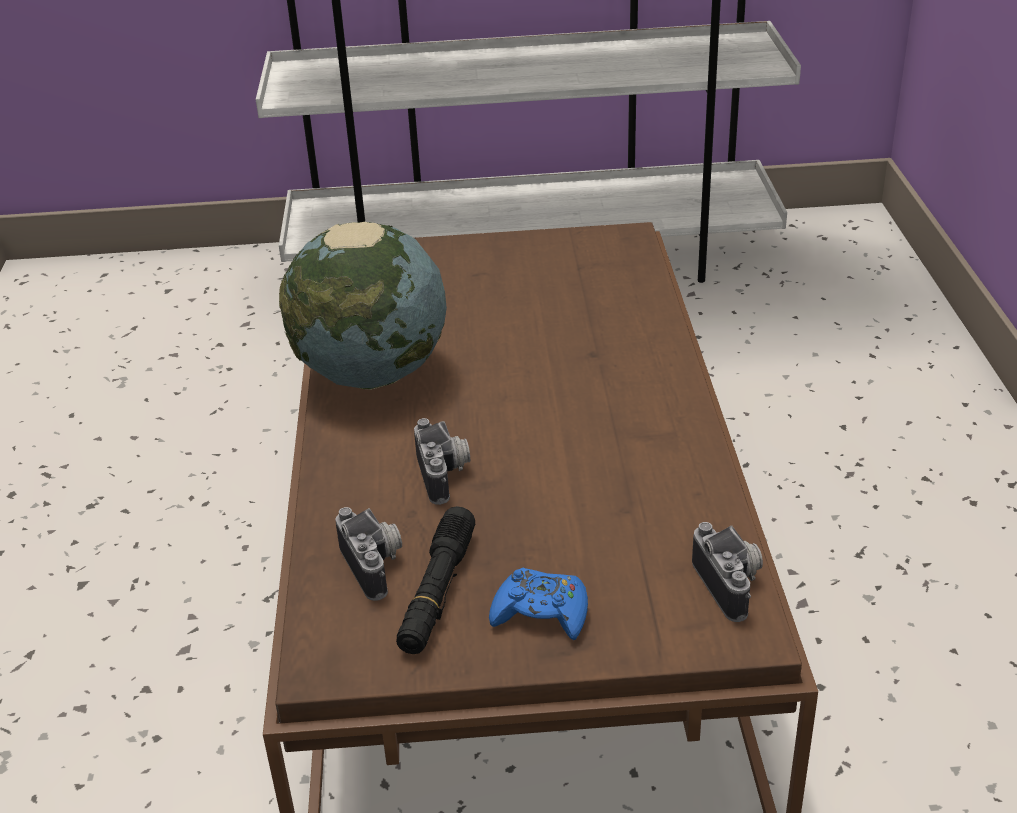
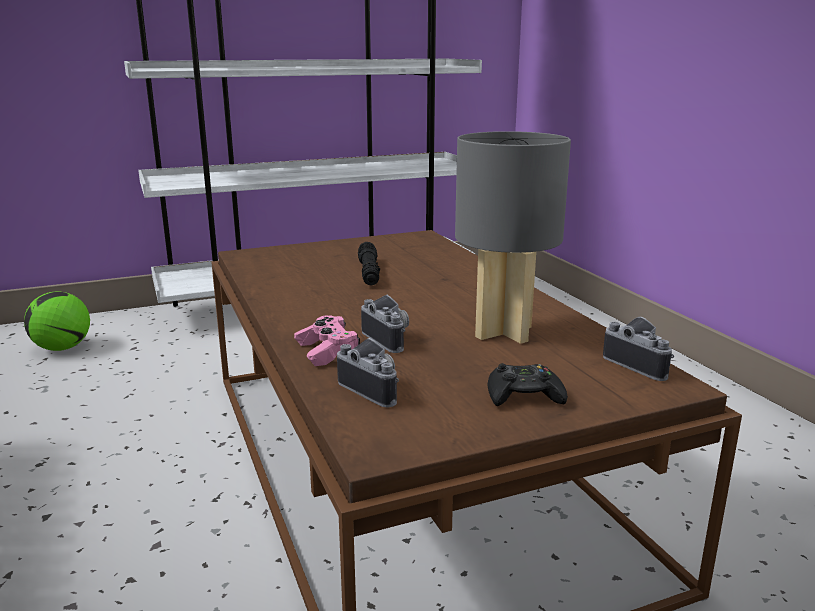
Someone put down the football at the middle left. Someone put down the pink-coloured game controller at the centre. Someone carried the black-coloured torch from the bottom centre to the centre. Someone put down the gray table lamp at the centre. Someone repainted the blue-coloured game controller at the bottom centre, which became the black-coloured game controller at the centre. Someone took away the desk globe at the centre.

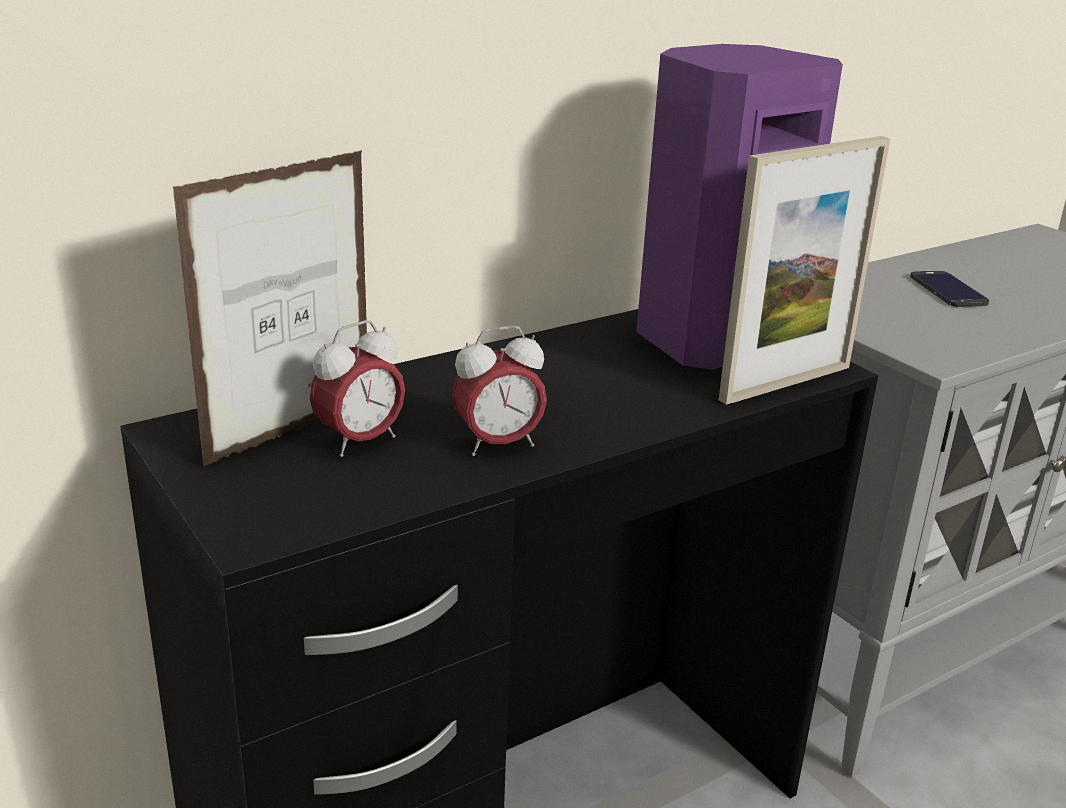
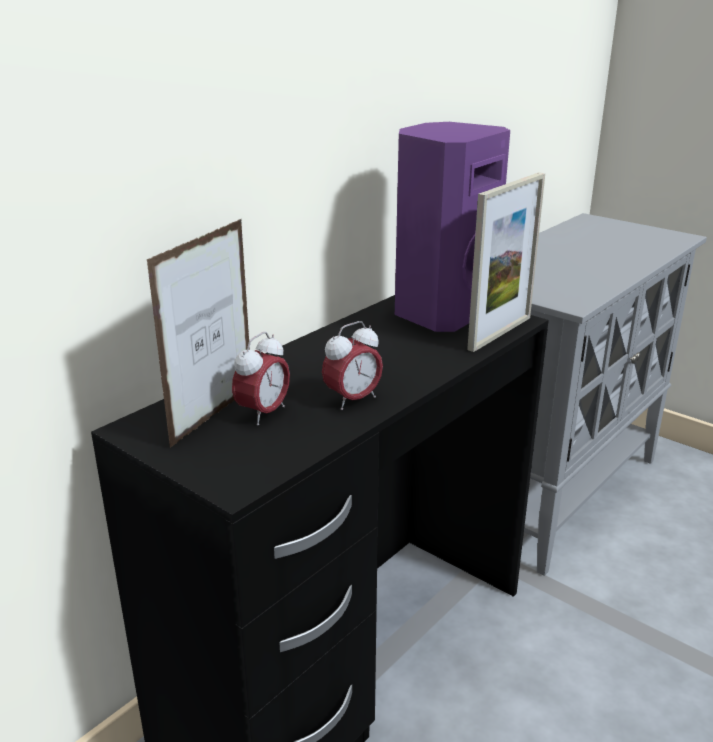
Someone took away the handset at the middle right.

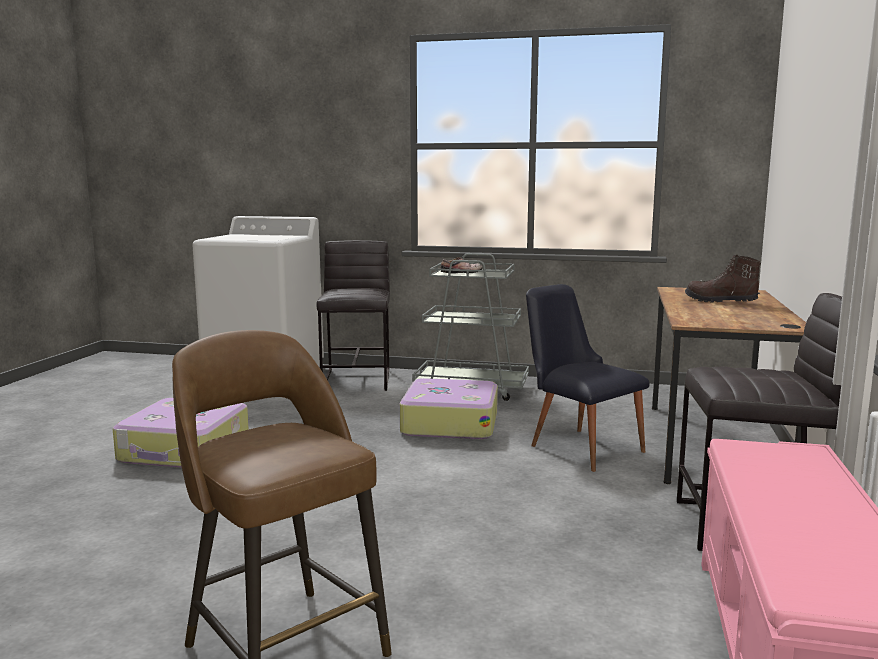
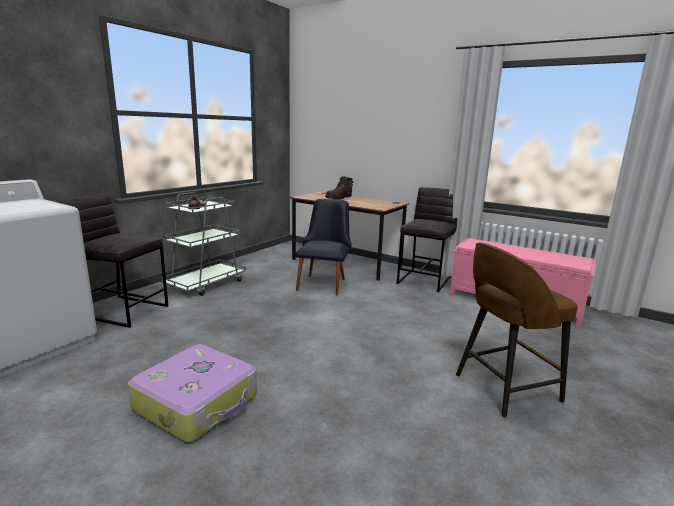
Someone rotated the black-coloured plain chair at the middle right by 120 degrees clockwise. Someone took away the travel case (2nd from left) at the centre.

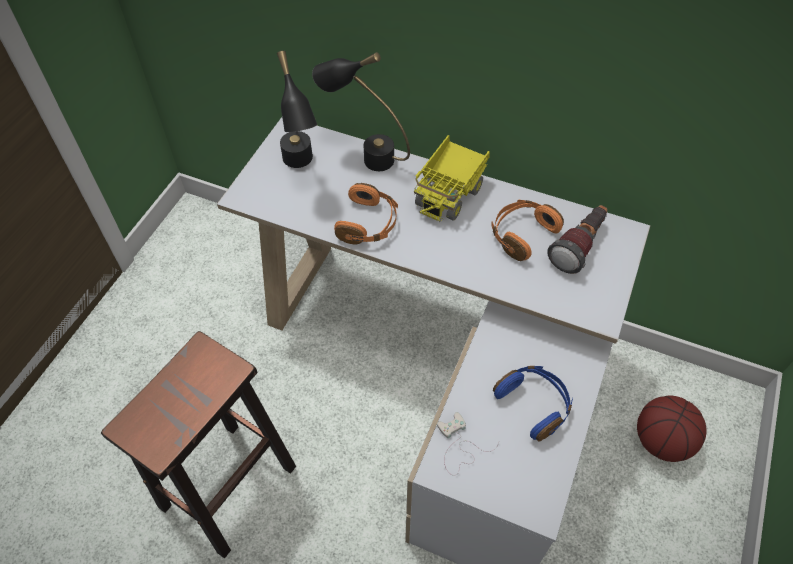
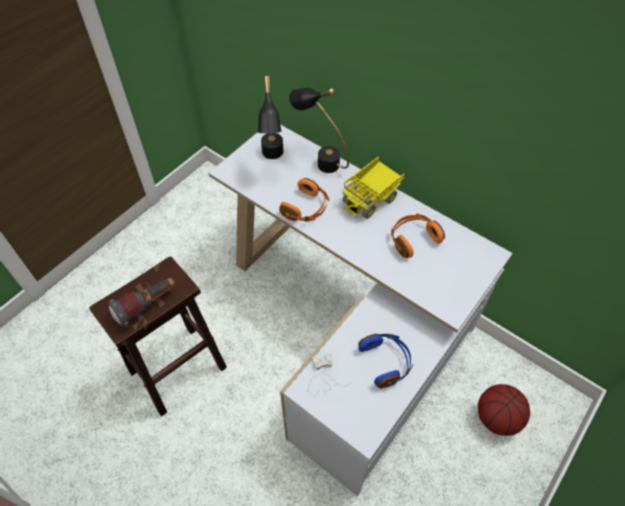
Someone carried the torch from the middle right to the middle left.

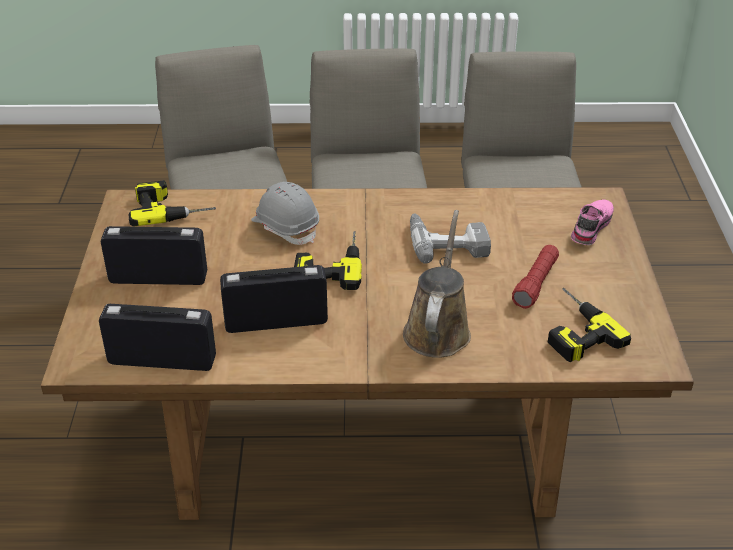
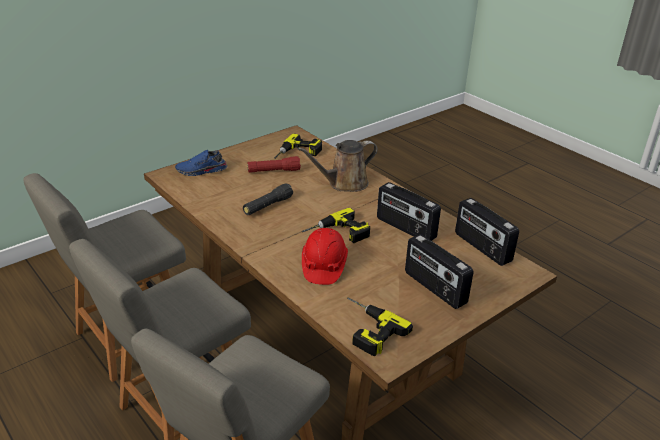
Someone repainted the pink-coloured shoe at the middle right, which became the blue-coloured shoe at the middle left. Someone swapped the electric drill (3rd from left) at the centre for the black-coloured torch at the centre. Someone repainted the gray work helmet at the centre, which became the red work helmet at the centre.

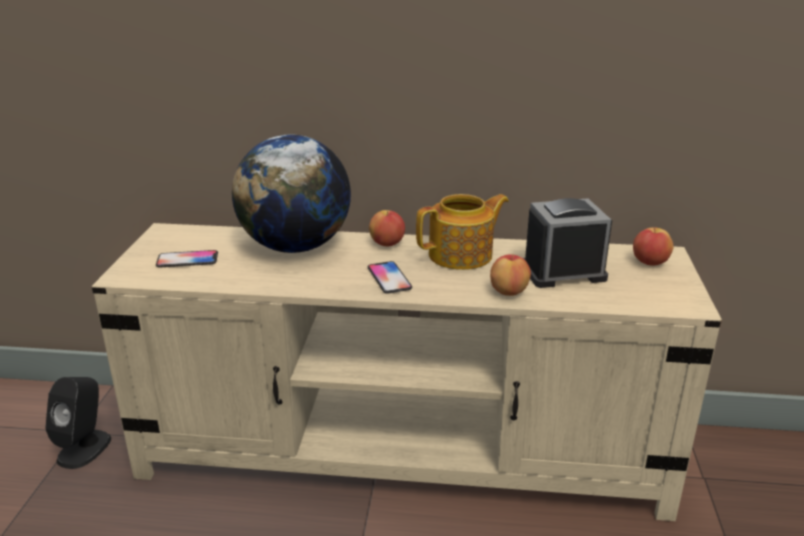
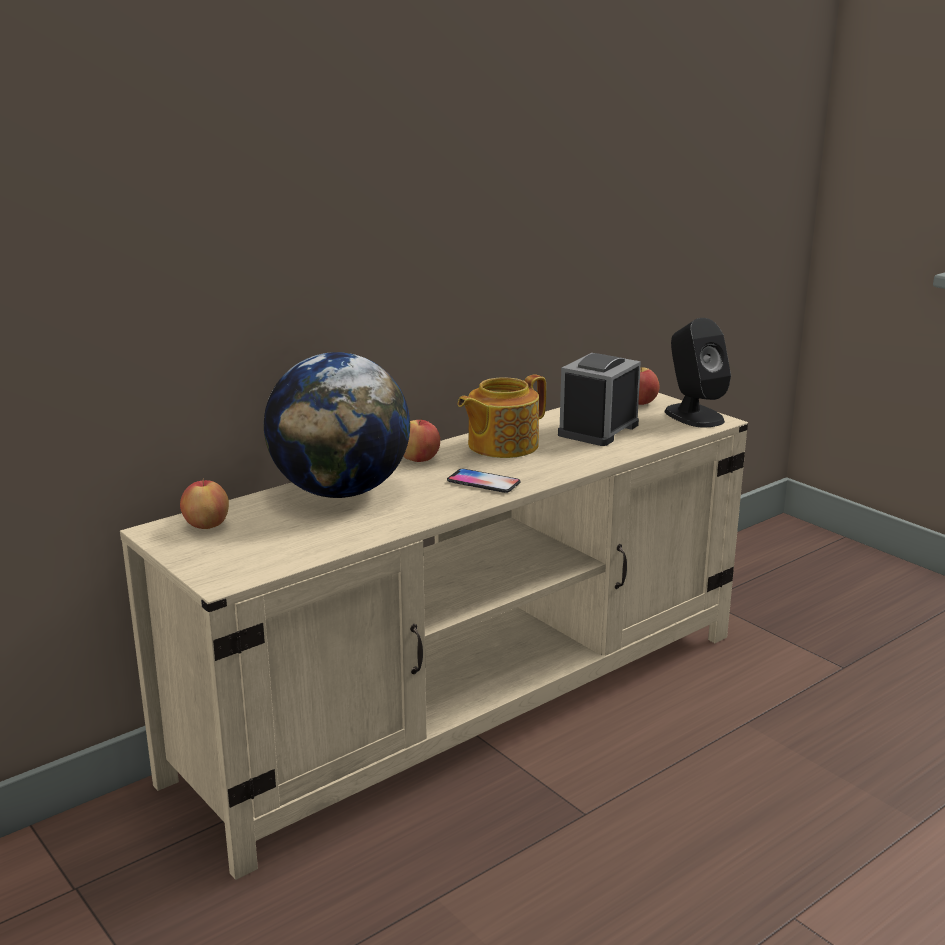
Someone carried the apple (2nd from left in the first image) from the centre to the middle left. Someone rotated the tea pot at the centre by 150 degrees counterclockwise. Someone carried the black-coloured speaker from the bottom left to the middle right. Someone took away the handset (1st from left) at the middle left.

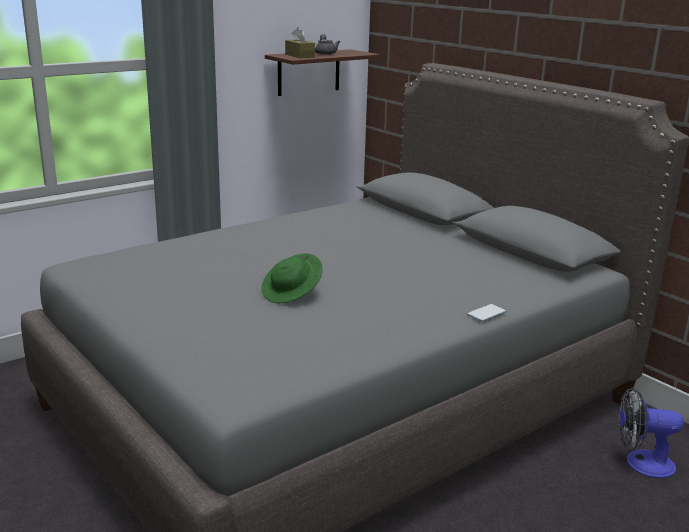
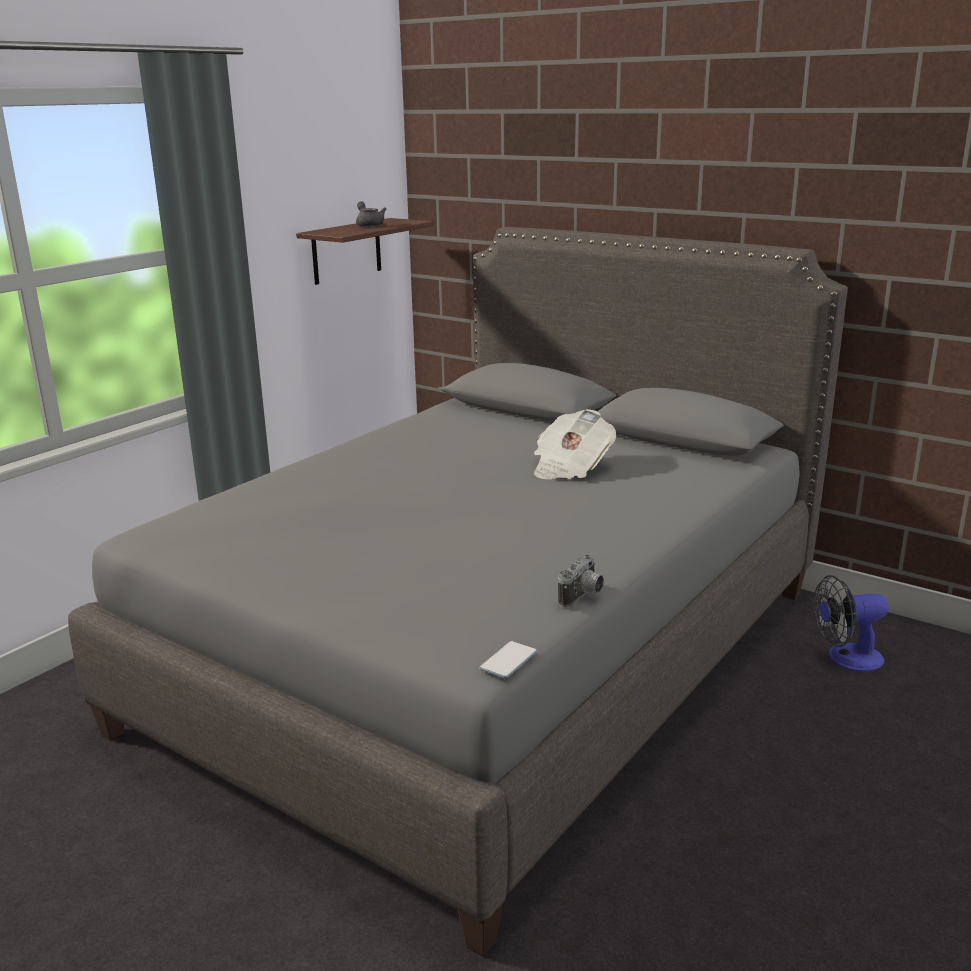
Someone carried the handset from the middle right to the bottom centre. Someone put down the newspaper at the centre. Someone put down the still camera at the centre. Someone took away the green-coloured hat at the centre. Someone took away the brown-coloured tissue holder at the top centre.

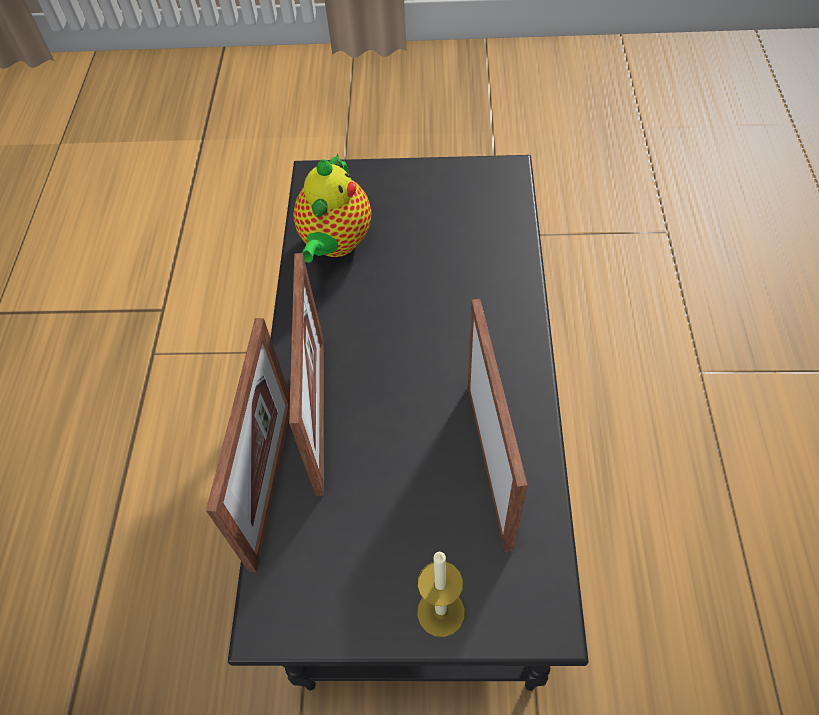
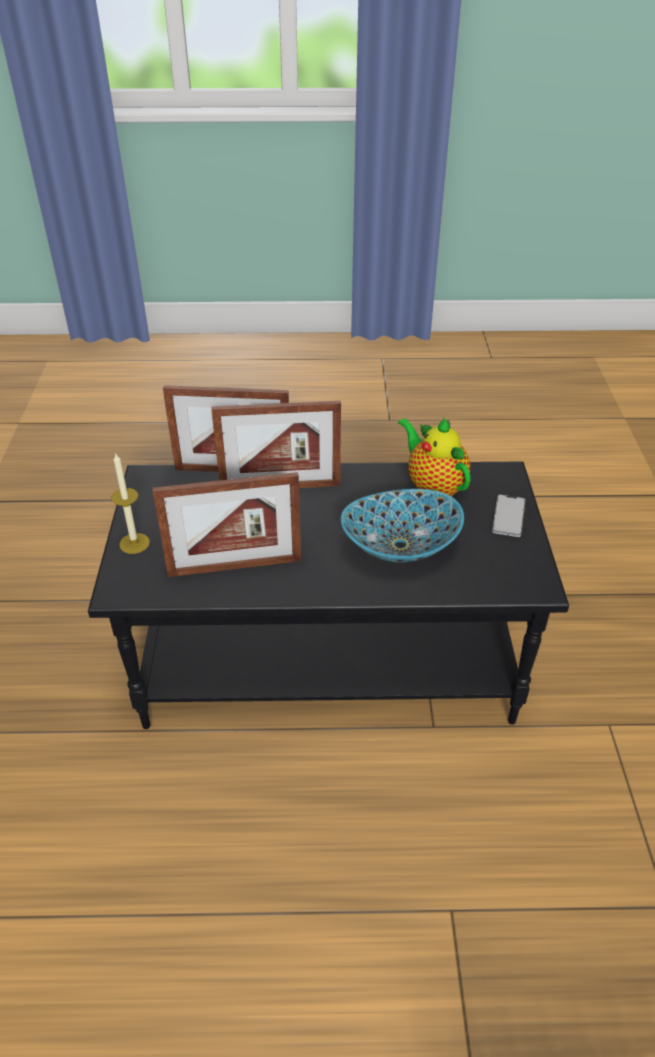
Someone put down the serving bowl at the centre. Someone rotated the tea pot at the top centre by 45 degrees clockwise. Someone put down the handset at the middle right.

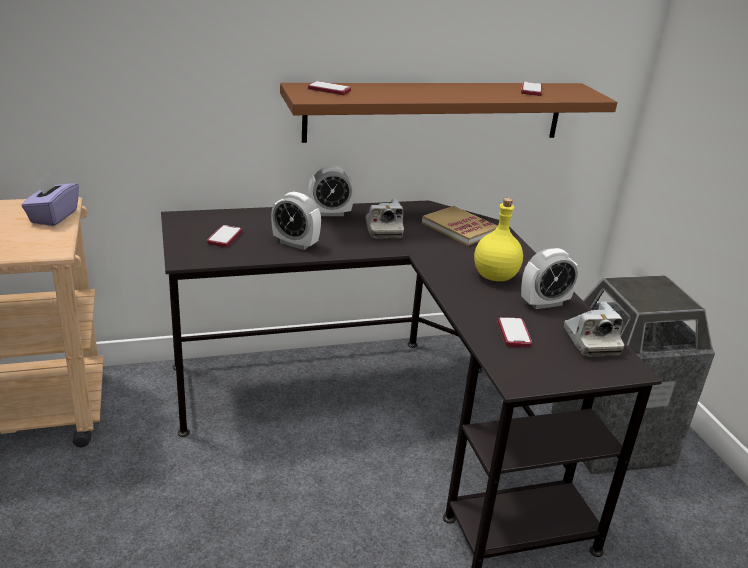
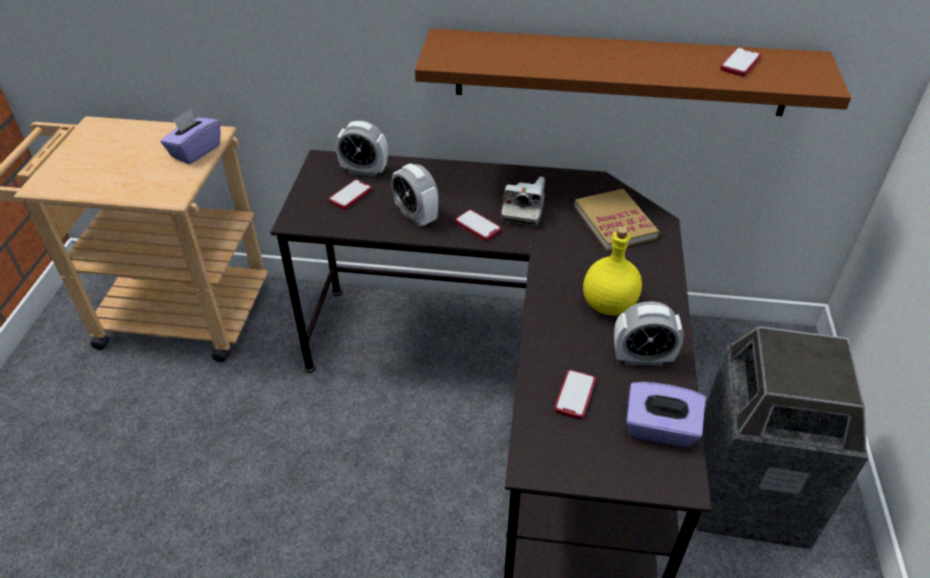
Someone carried the bedside clock (2nd from left in the first image) from the centre to the top centre. Someone carried the handset (2nd from left) from the top centre to the centre. Someone swapped the still camera (2nd from left) at the middle right for the purple tissue holder (2nd from left) at the bottom right.

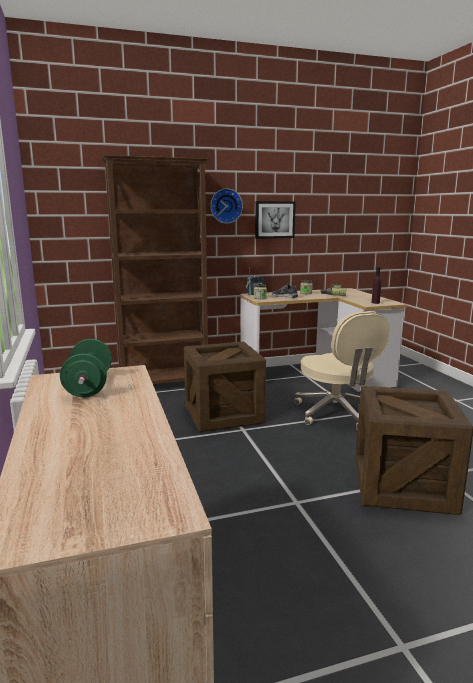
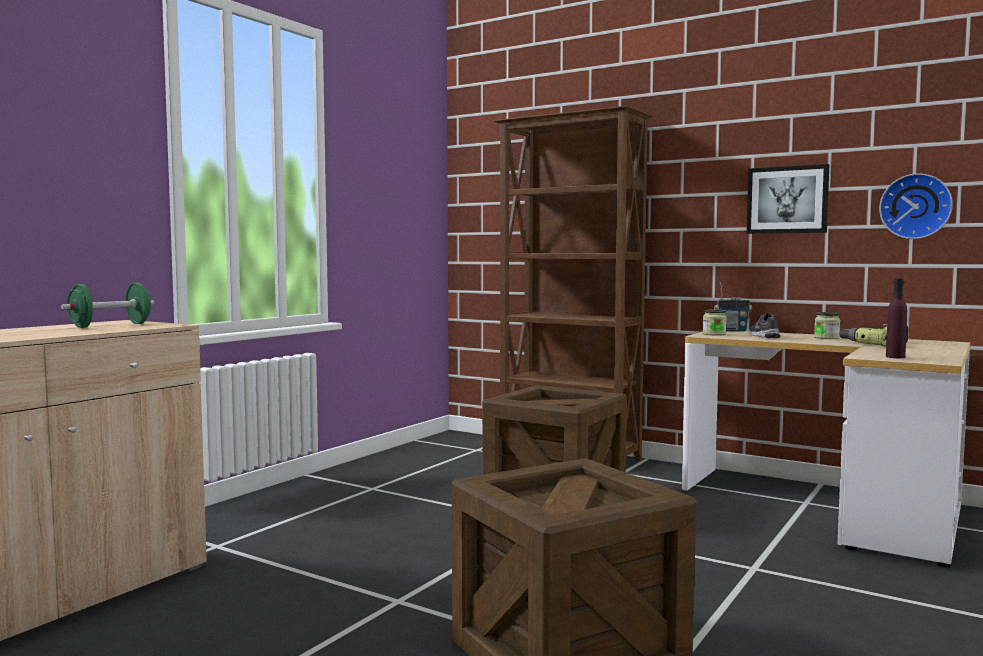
Someone carried the hanging clock from the top centre to the top right. Someone took away the sand-coloured office chair at the middle right.

